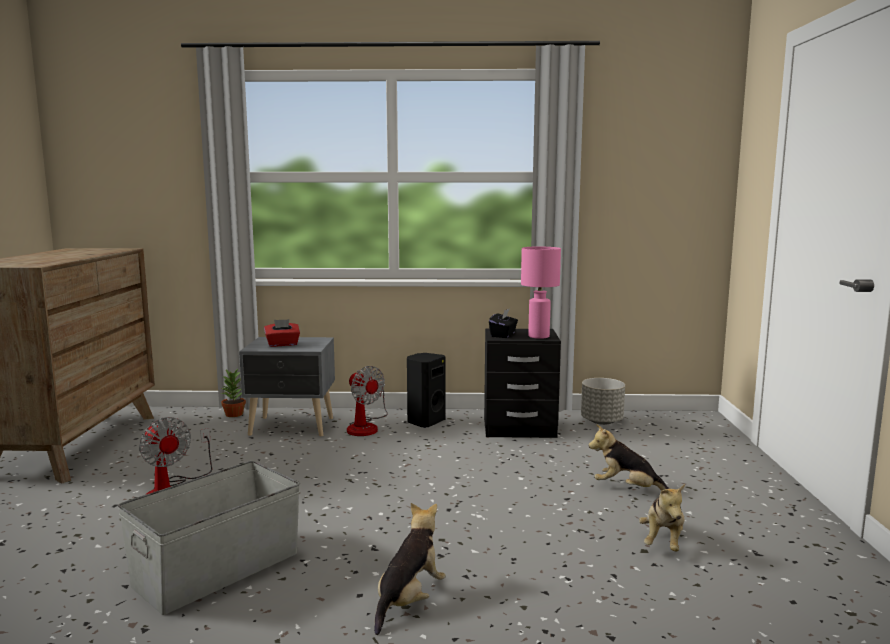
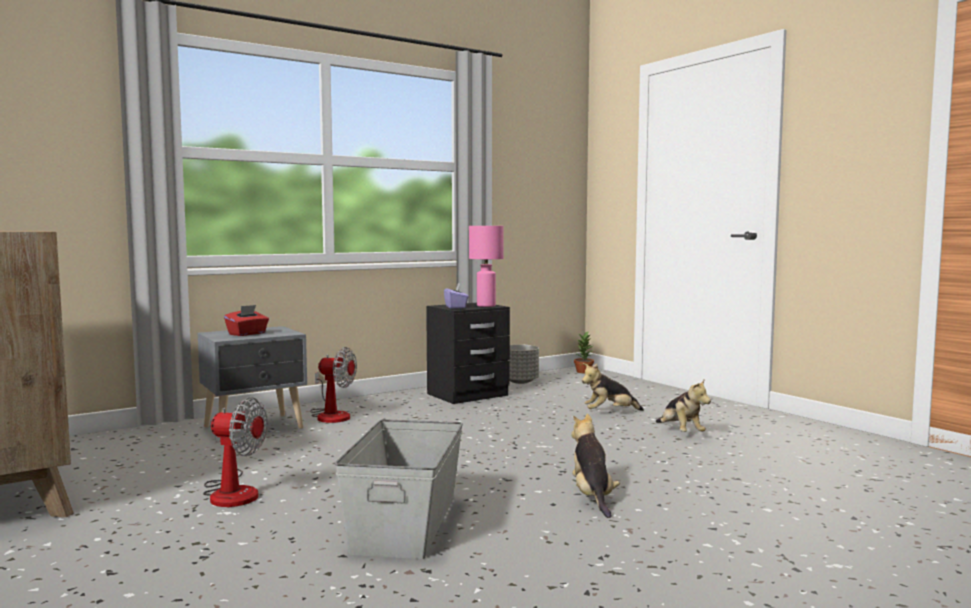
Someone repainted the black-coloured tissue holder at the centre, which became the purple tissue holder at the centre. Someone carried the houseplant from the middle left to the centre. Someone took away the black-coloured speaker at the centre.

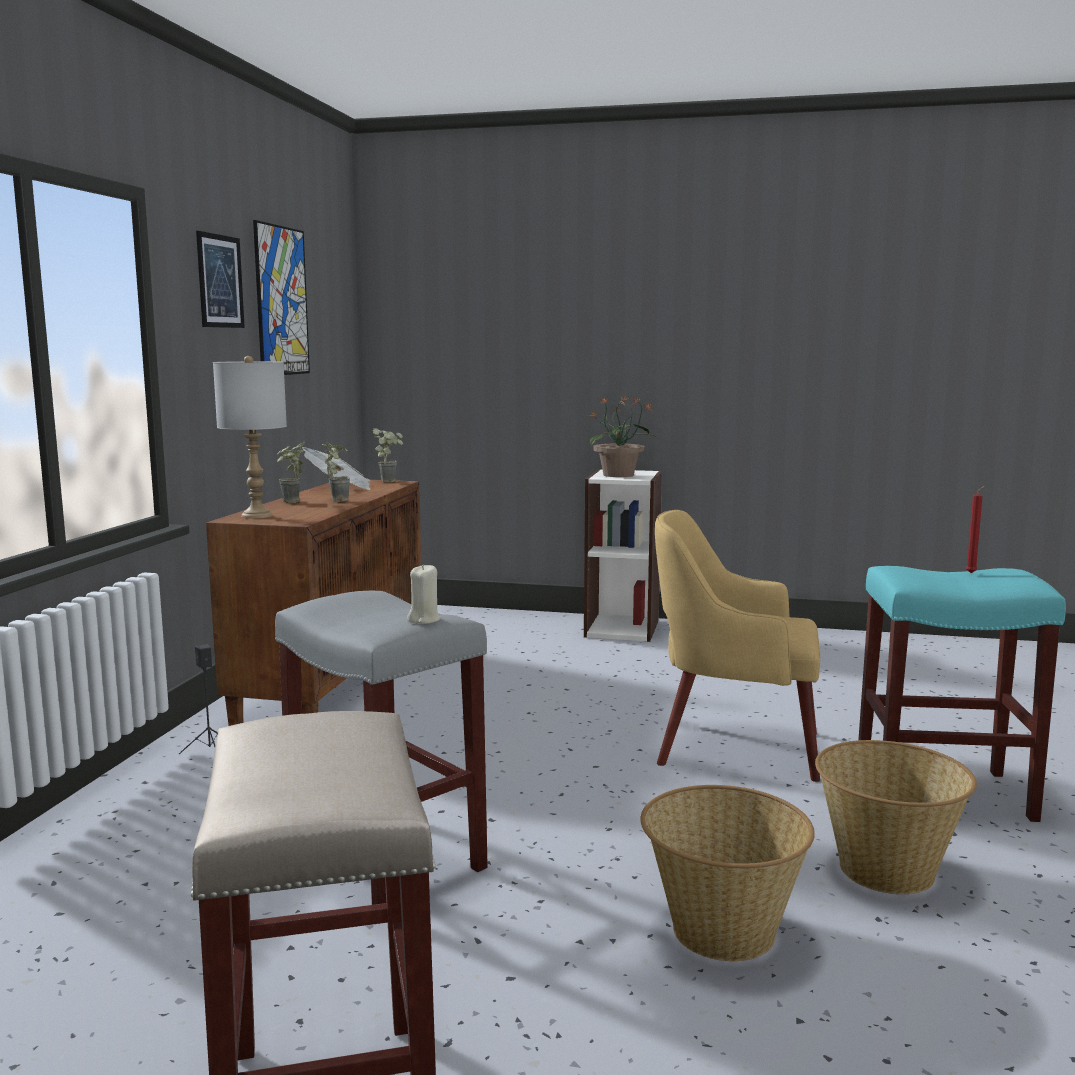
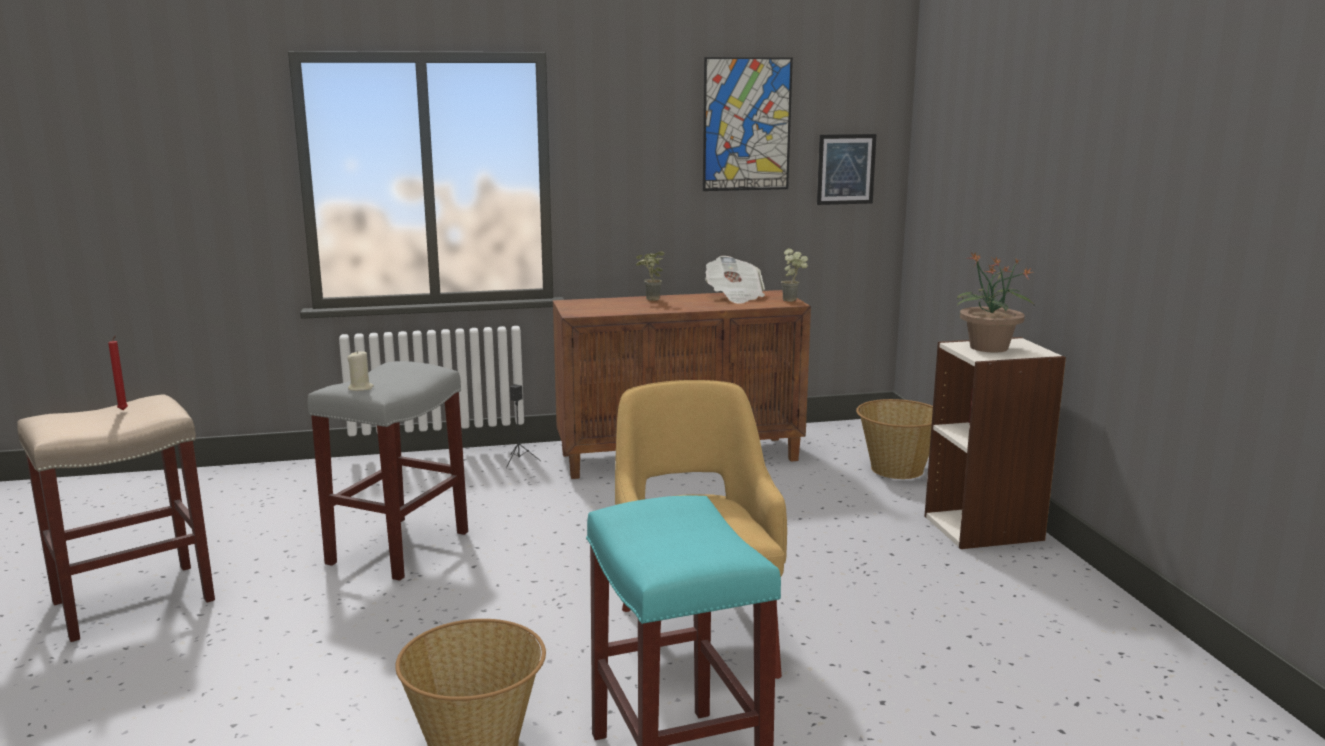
Someone carried the red wax candle from the middle right to the middle left. Someone carried the picture (1st from left in the first image) from the top left to the top centre. Someone carried the household basket (1st from left in the first image) from the bottom right to the middle right. Someone took away the gray table lamp at the middle left. Someone took away the houseplant (2nd from left) at the middle left.

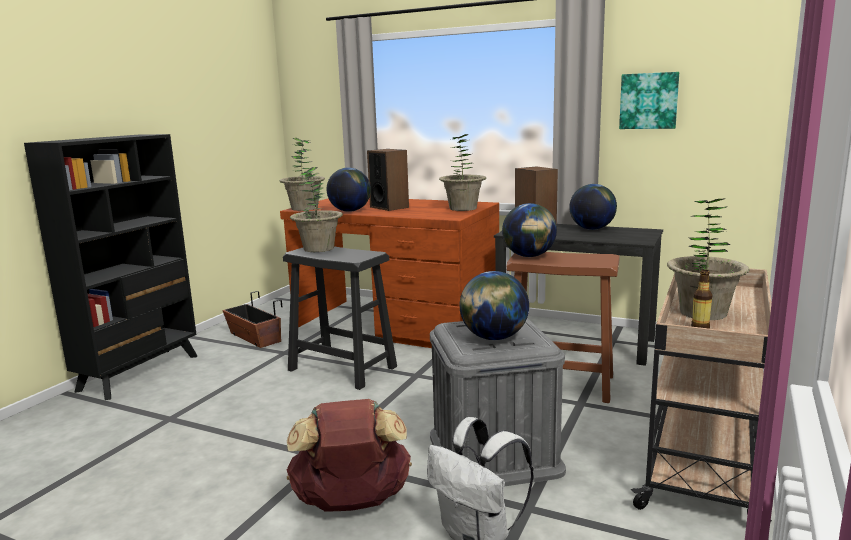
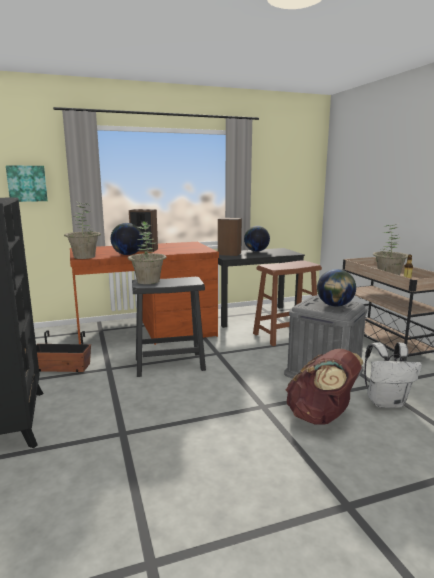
Someone carried the picture from the top right to the top left. Someone took away the houseplant (3rd from left) at the top centre. Someone took away the desk globe (3rd from left) at the centre.

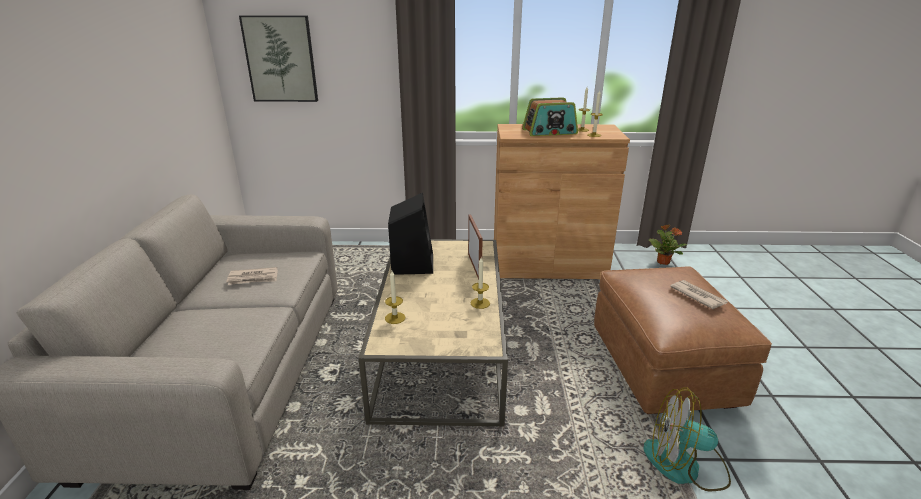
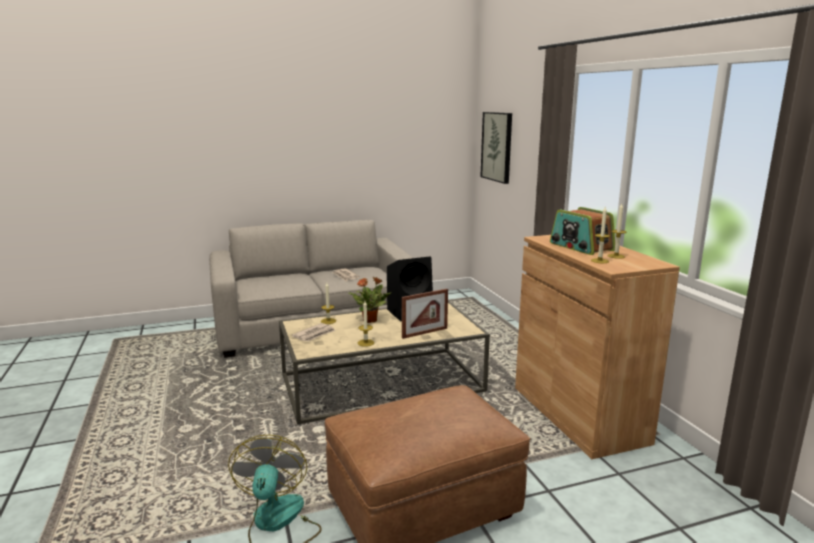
Someone carried the newspaper (2nd from left in the first image) from the middle right to the centre. Someone carried the houseplant from the middle right to the centre.

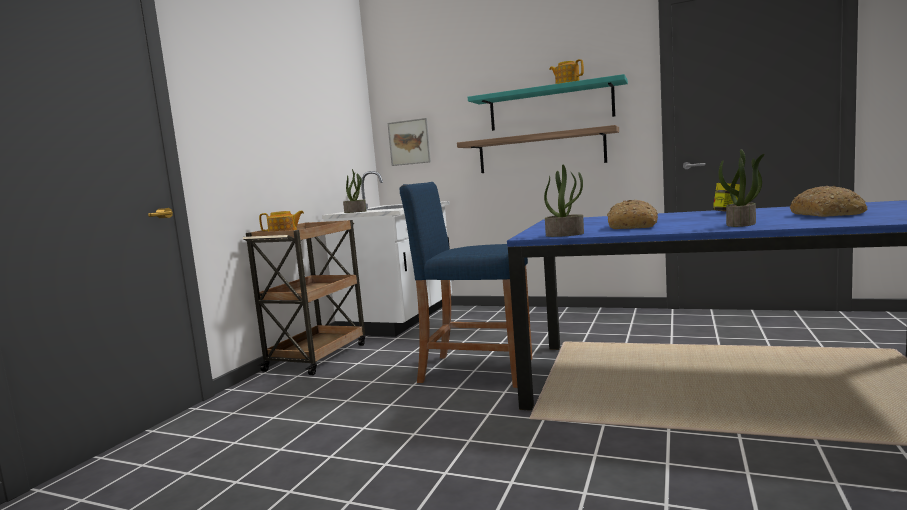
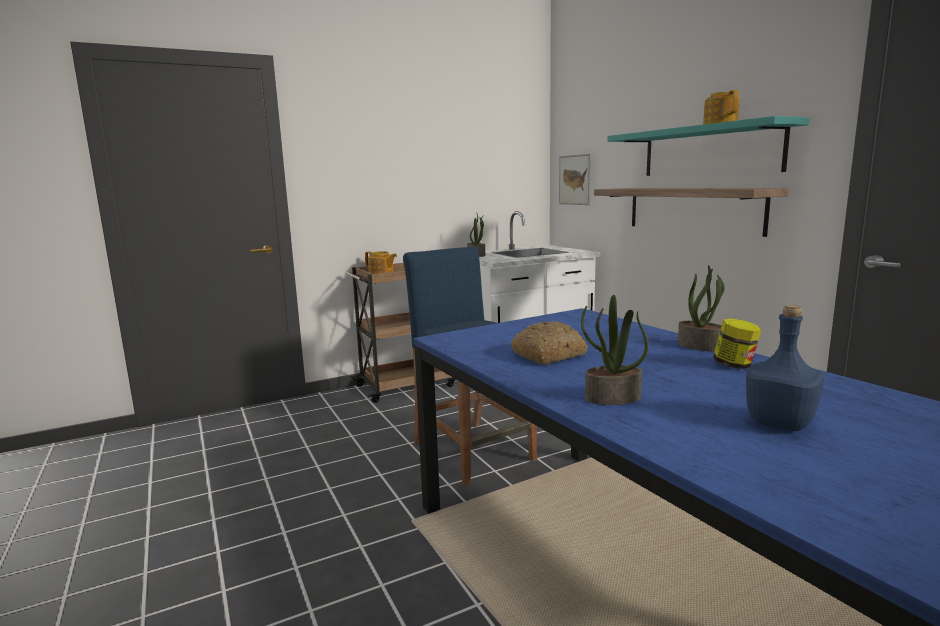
Someone carried the houseplant (2nd from left in the first image) from the centre to the middle right. Someone swapped the bakery bread (2nd from left) at the middle right for the blue-coloured beverage bottle at the middle right.

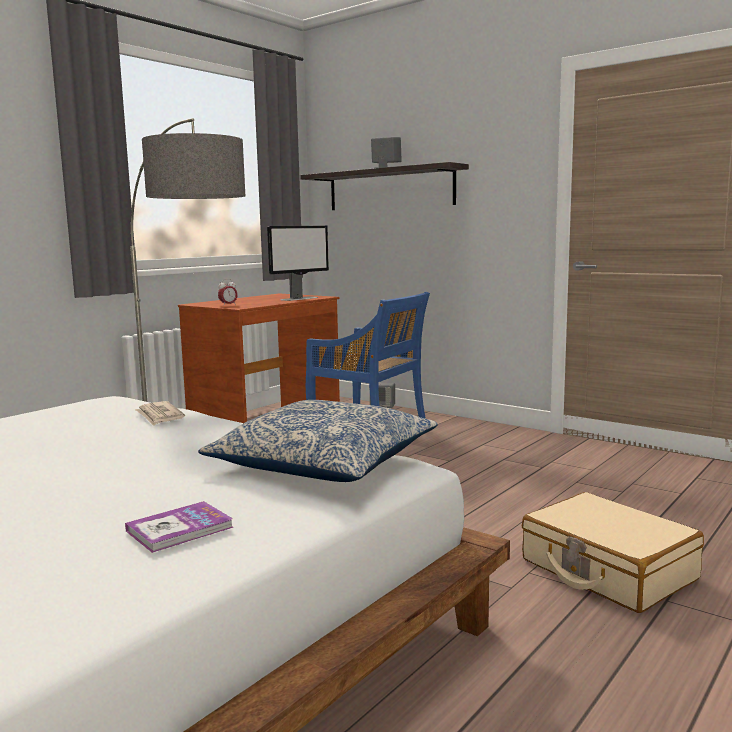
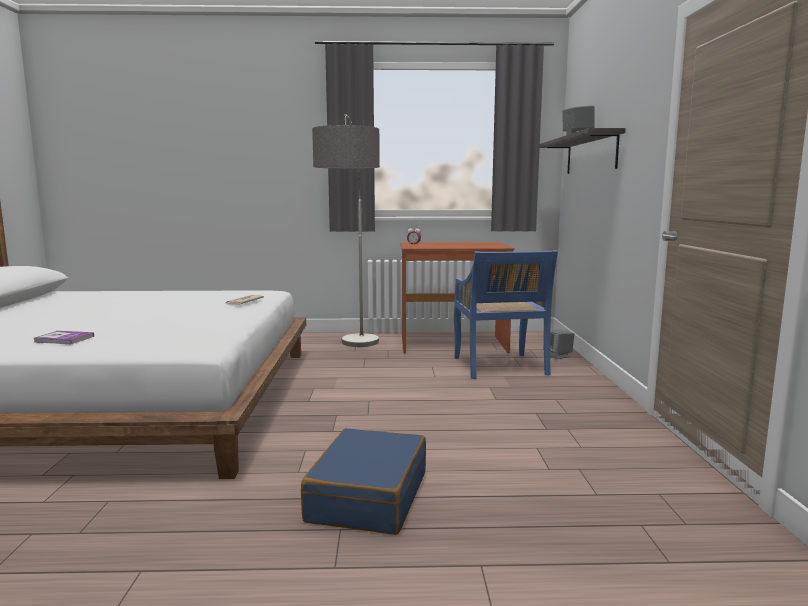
Someone repainted the sand-coloured travel case at the bottom right, which became the blue-coloured travel case at the bottom centre. Someone took away the throw pillow at the centre. Someone took away the computer display at the centre.

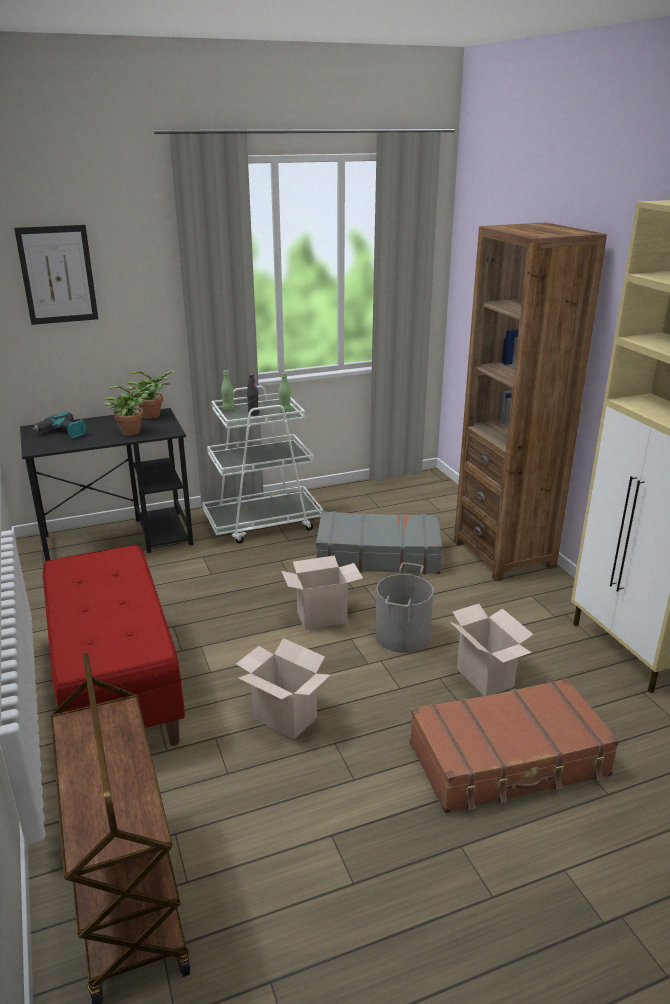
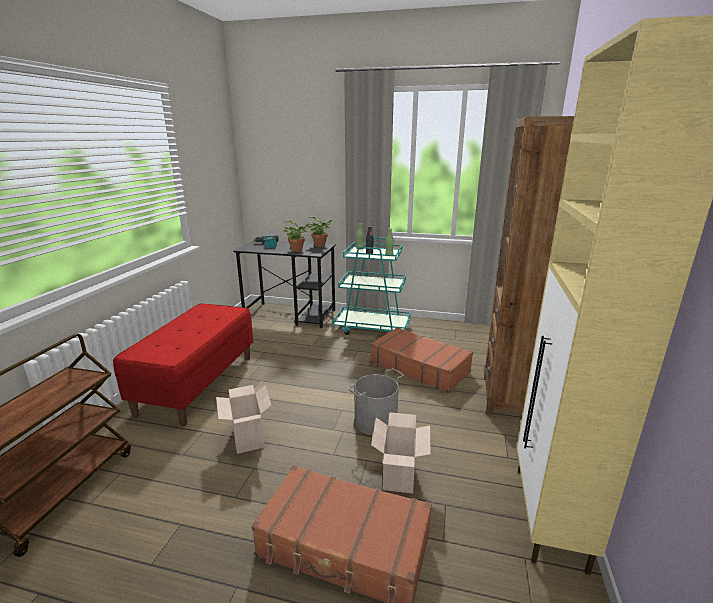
Someone repainted the white-coloured cart at the centre, which became the blue-green cart at the centre. Someone repainted the gray travel case at the centre, which became the brown-coloured travel case (2nd from left) at the centre. Someone took away the picture at the top left. Someone took away the cardboard box (2nd from left) at the centre.

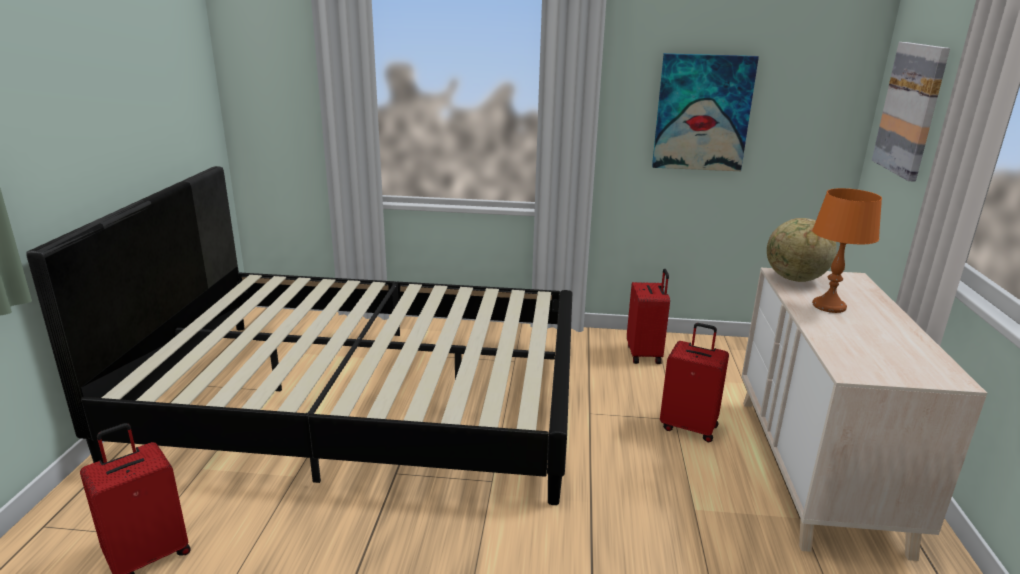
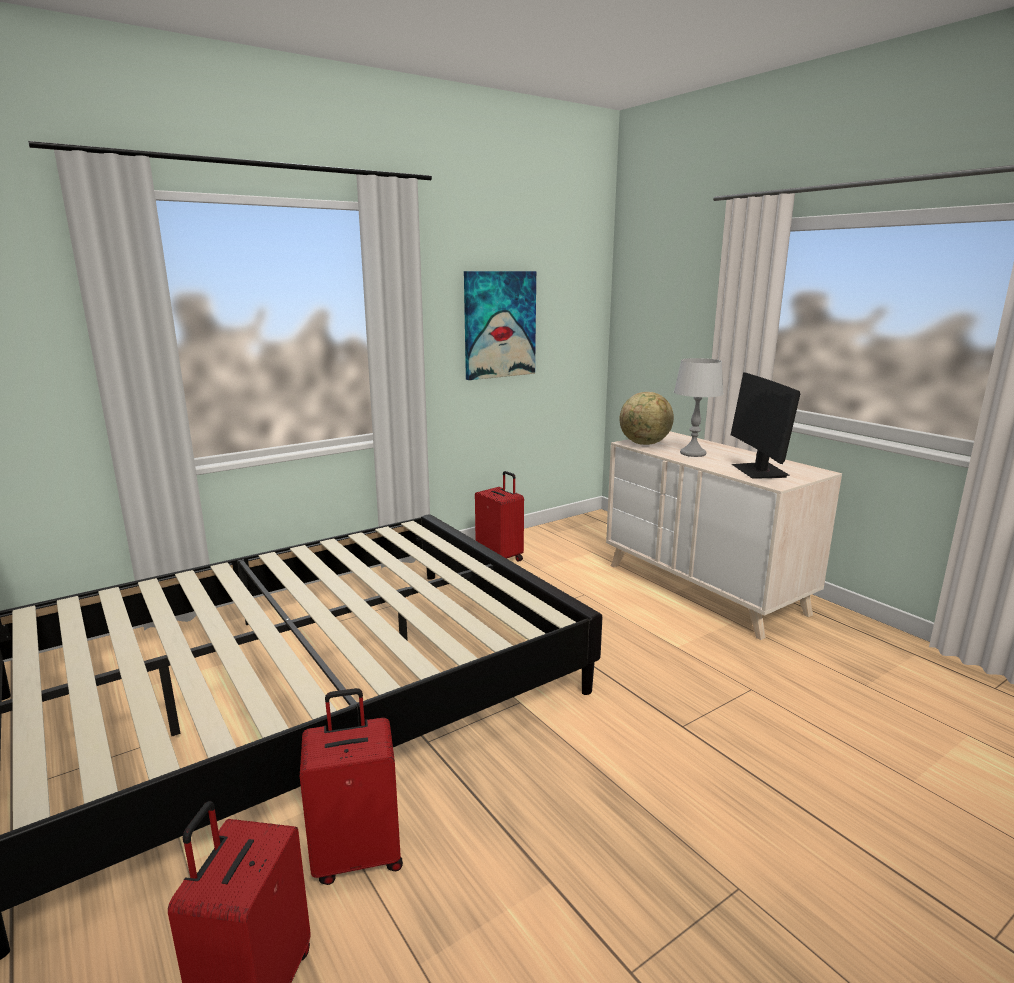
Someone carried the red travel case (3rd from left in the first image) from the middle right to the bottom centre. Someone repainted the orange table lamp at the middle right, which became the gray table lamp at the middle right. Someone put down the computer display at the middle right. Someone took away the picture (2nd from left) at the top right.

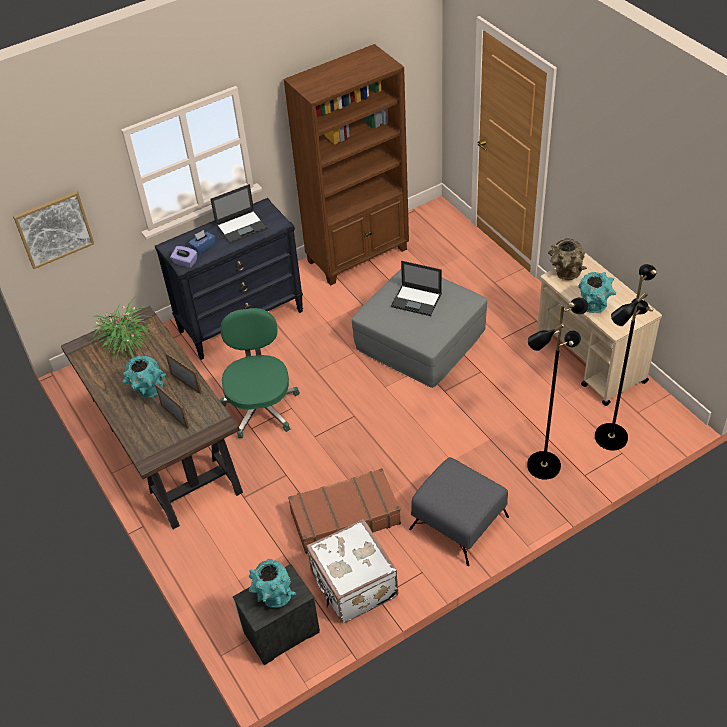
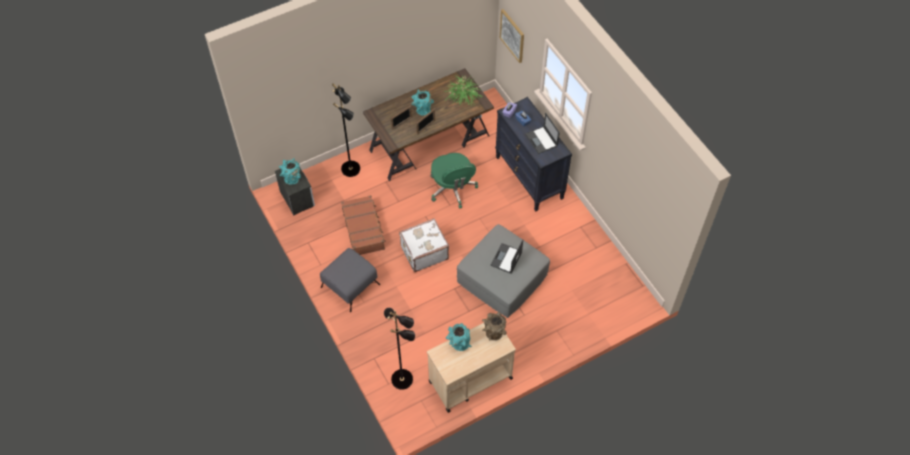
Someone carried the black-coloured floor lamp (1st from left) from the middle right to the top centre. Someone carried the white-coloured travel case from the bottom centre to the centre. Someone rotated the green-coloured office chair at the centre by 75 degrees clockwise. Someone took away the brown-coloured bookcase at the top centre.

